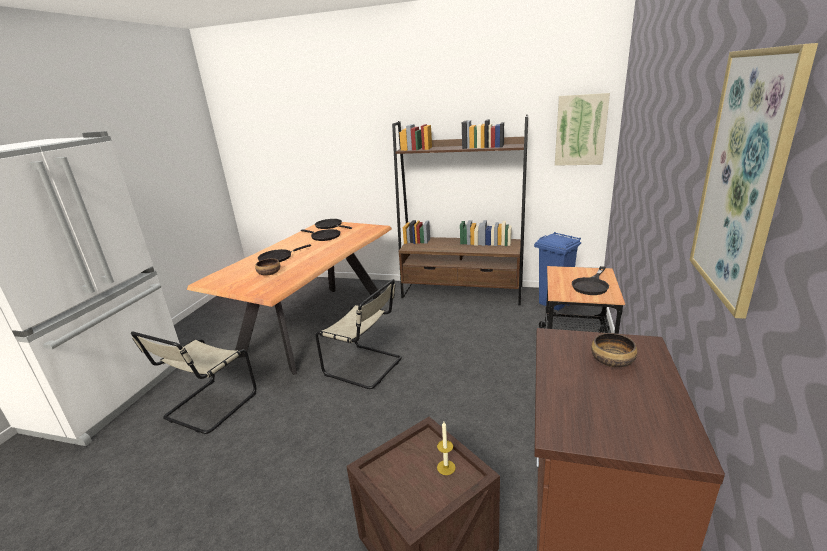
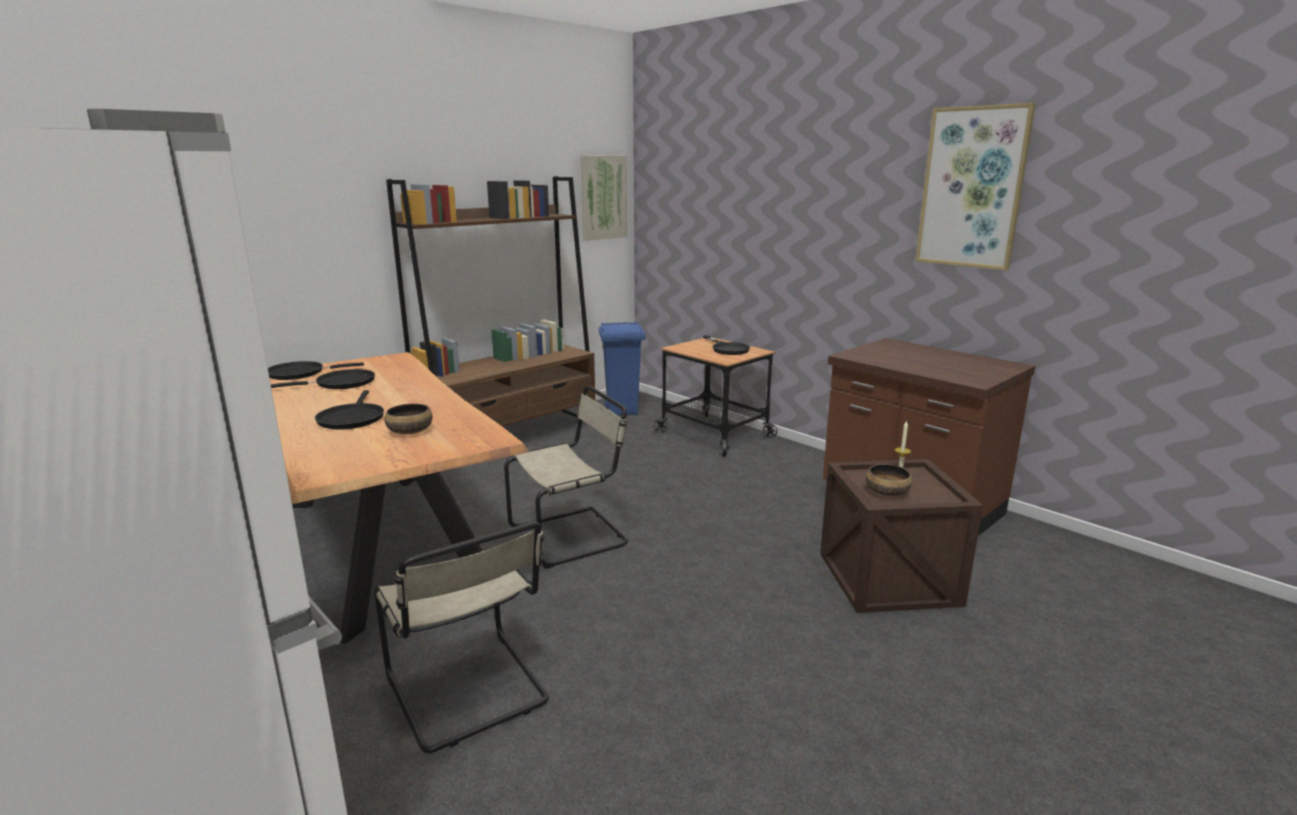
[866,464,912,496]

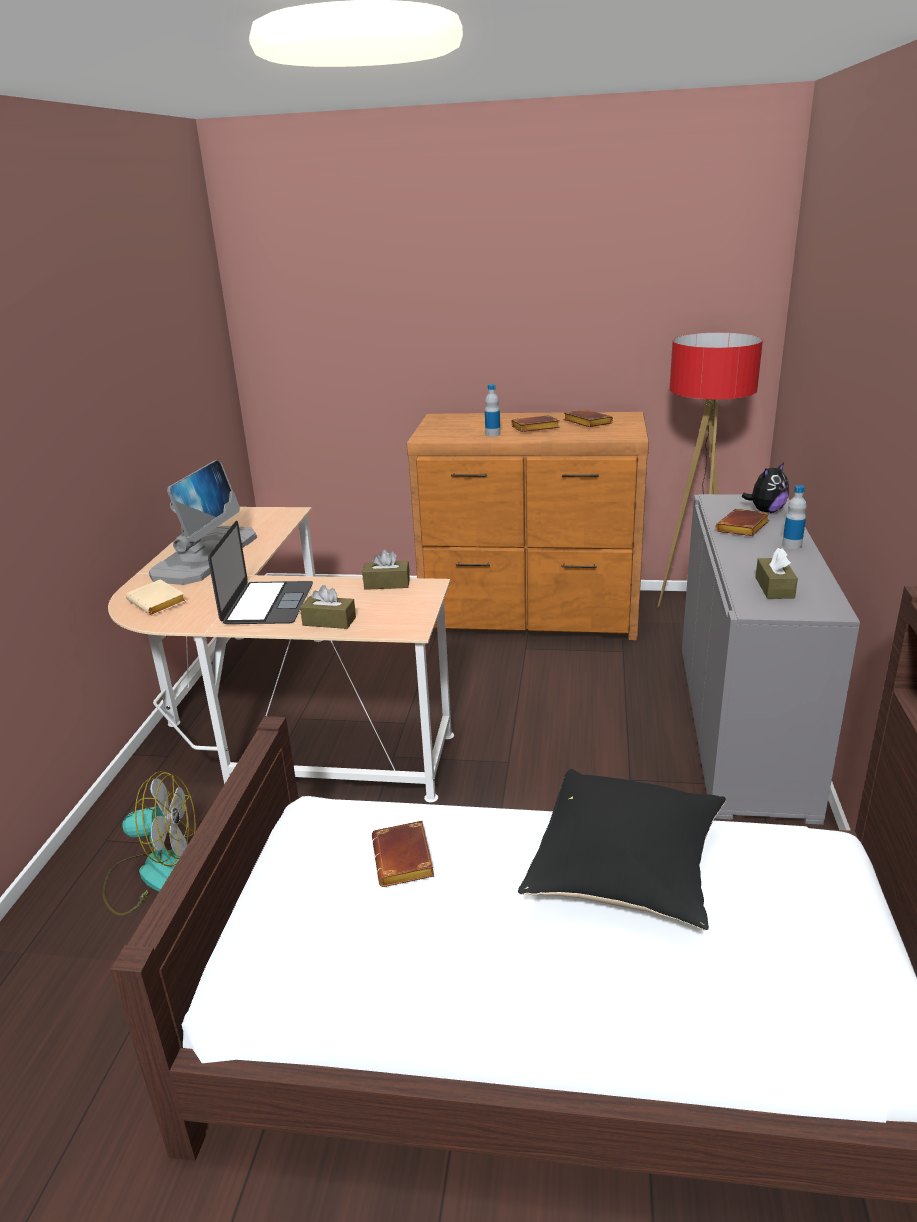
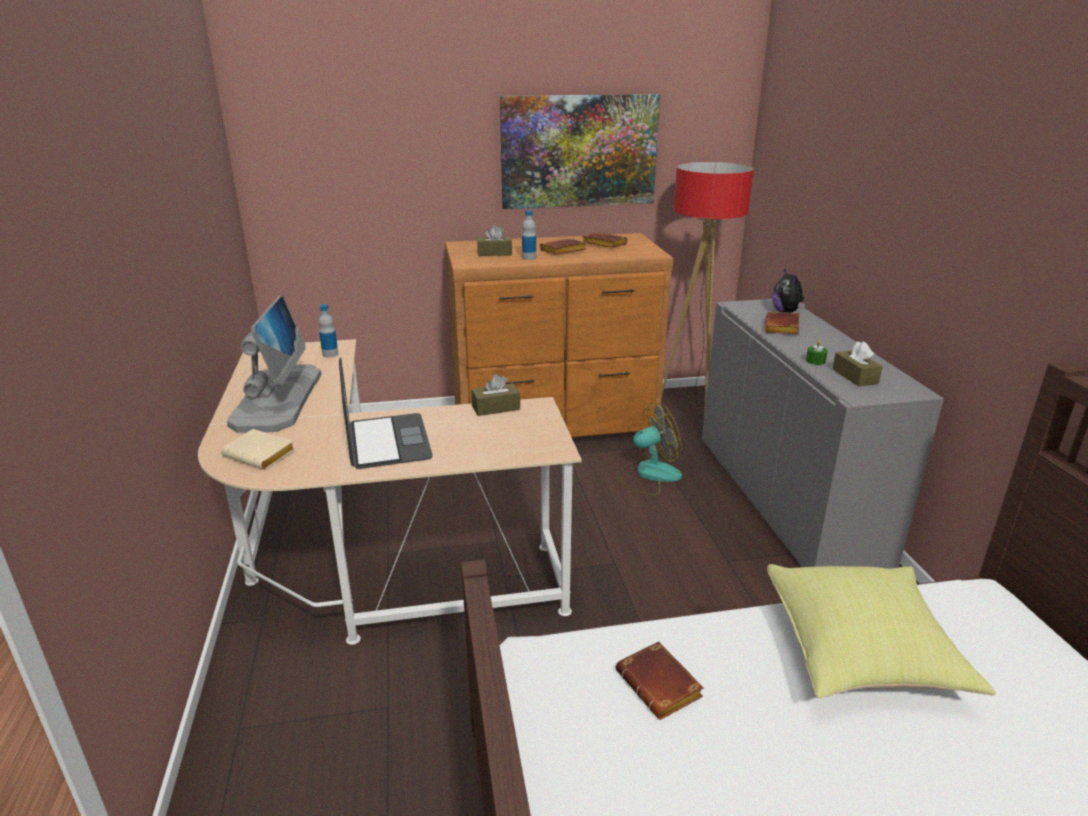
[500,94,660,209]
[806,340,828,365]
[616,403,682,496]
[477,225,512,256]
[319,304,338,358]
[767,564,996,699]
[772,269,806,313]

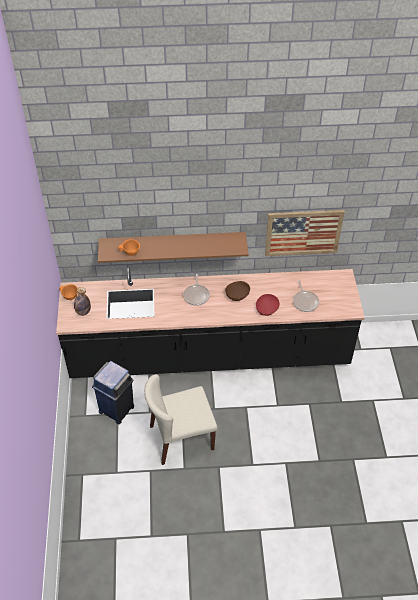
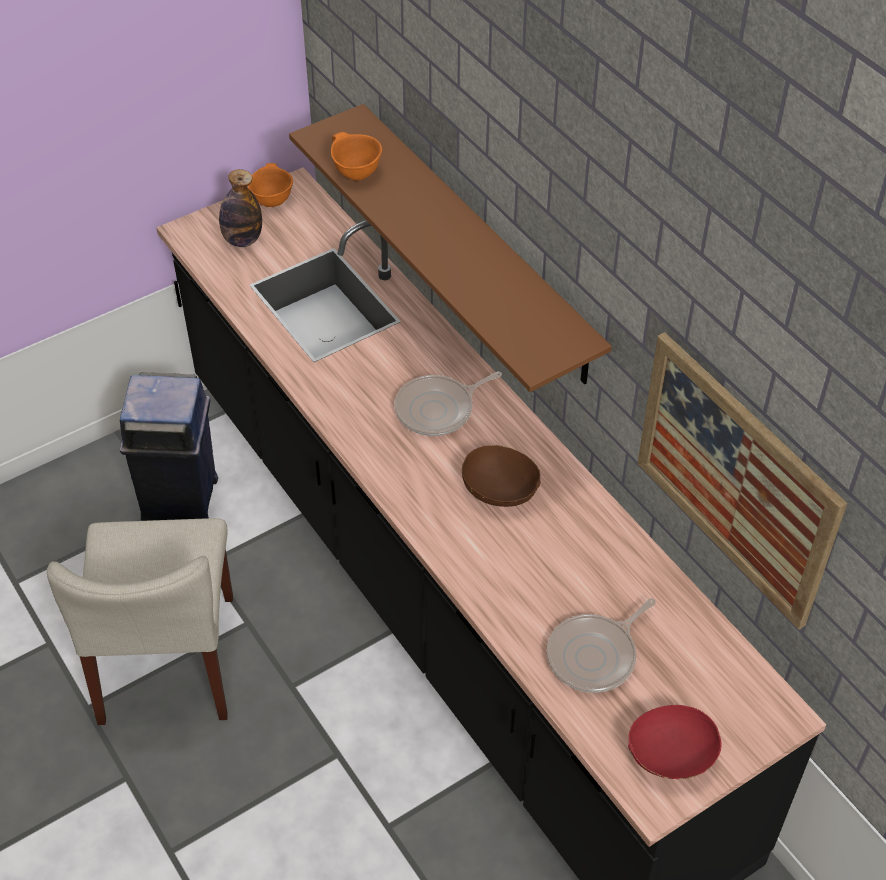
[628,705,721,779]
[47,518,233,725]

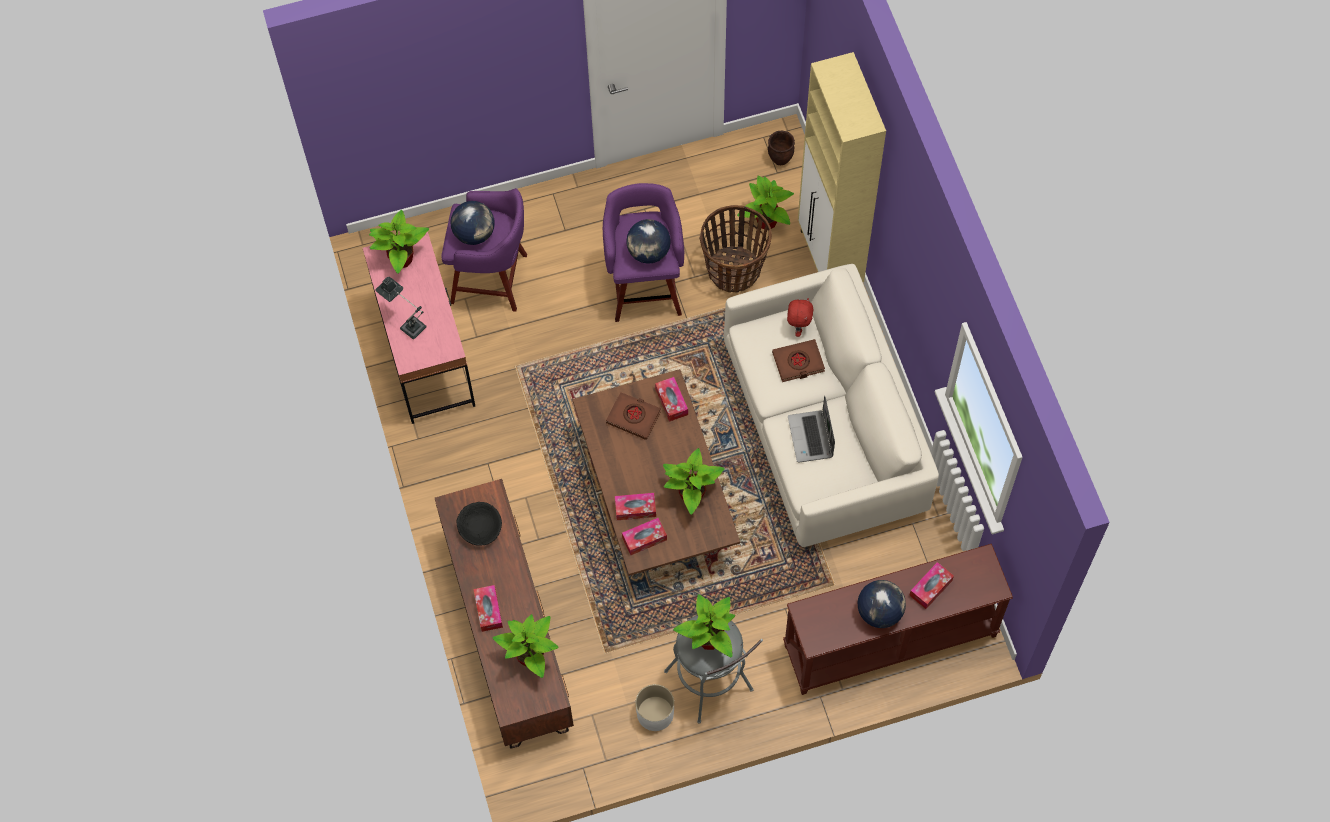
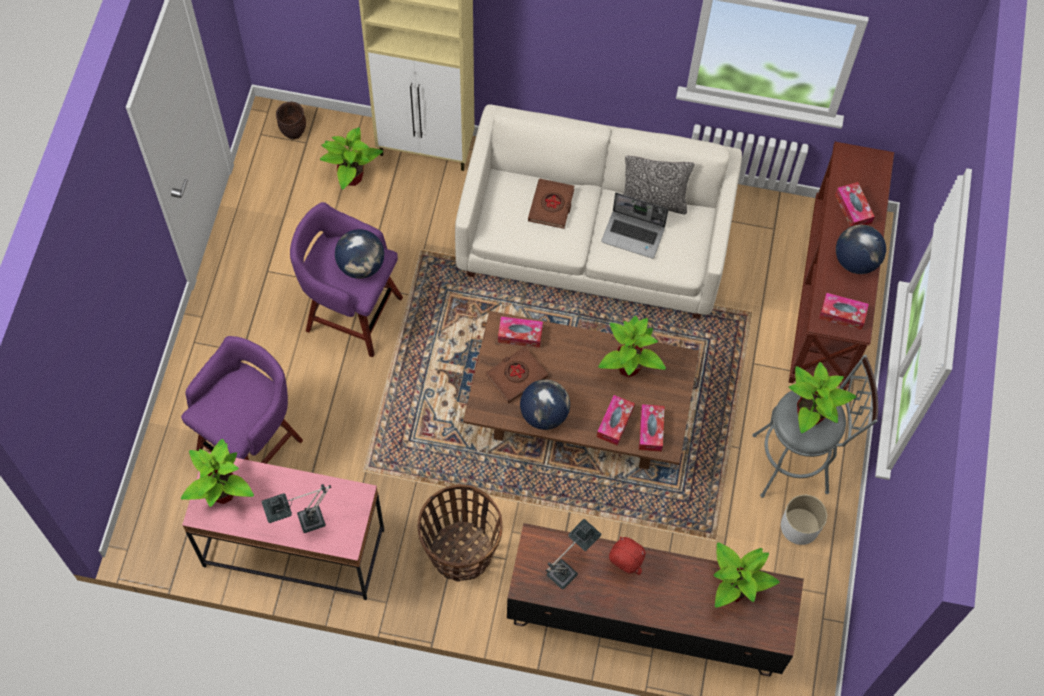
[623,156,694,214]
[520,379,570,430]
[819,293,869,330]
[418,484,502,582]
[609,536,646,575]
[546,519,601,590]

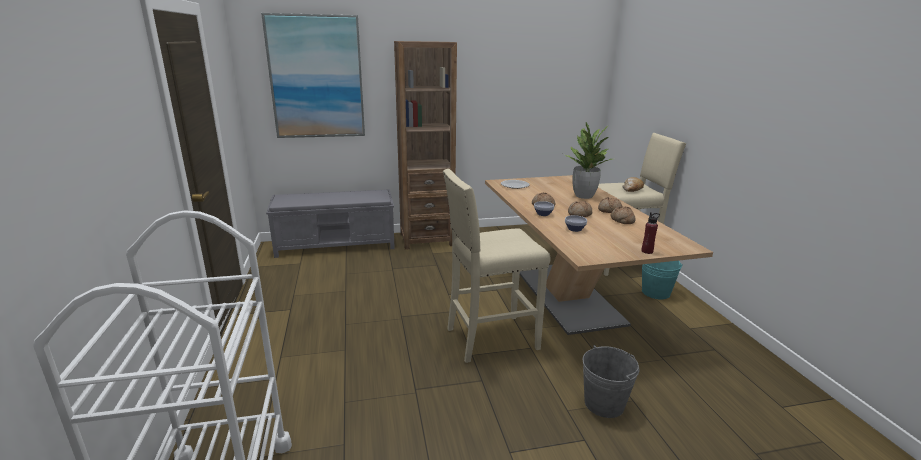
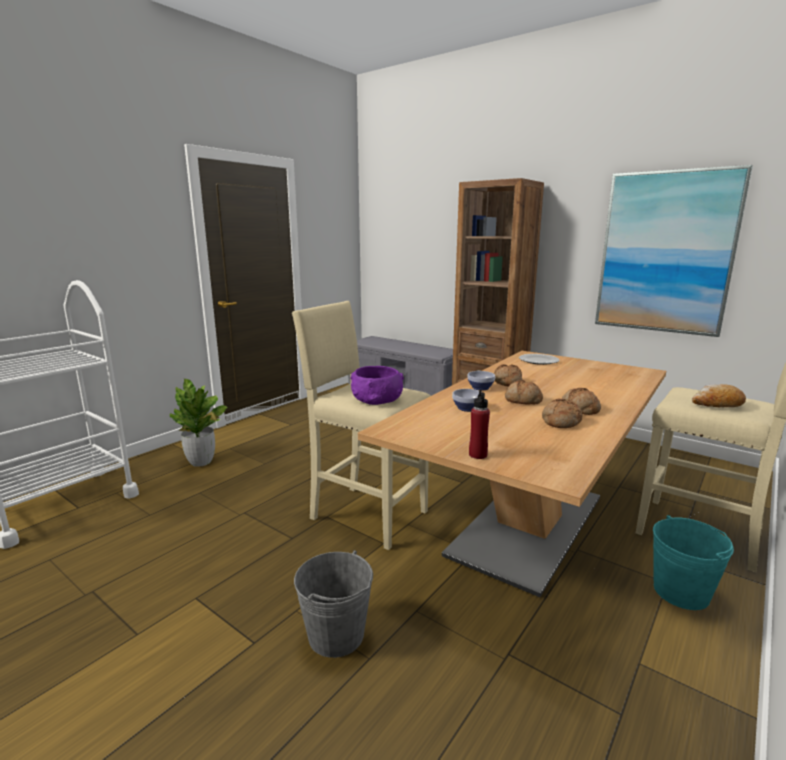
[350,366,404,405]
[595,165,753,337]
[170,379,227,467]

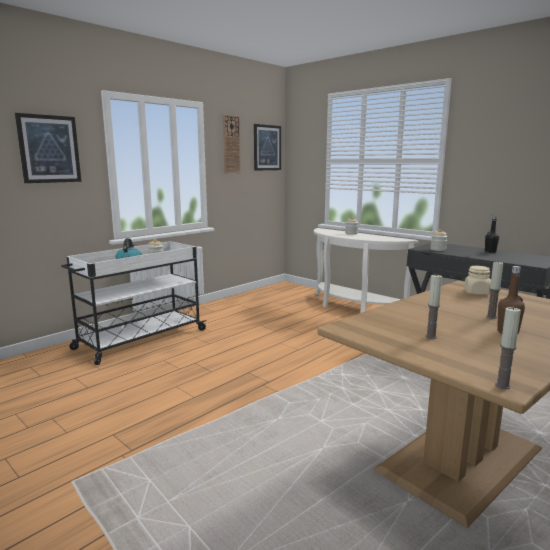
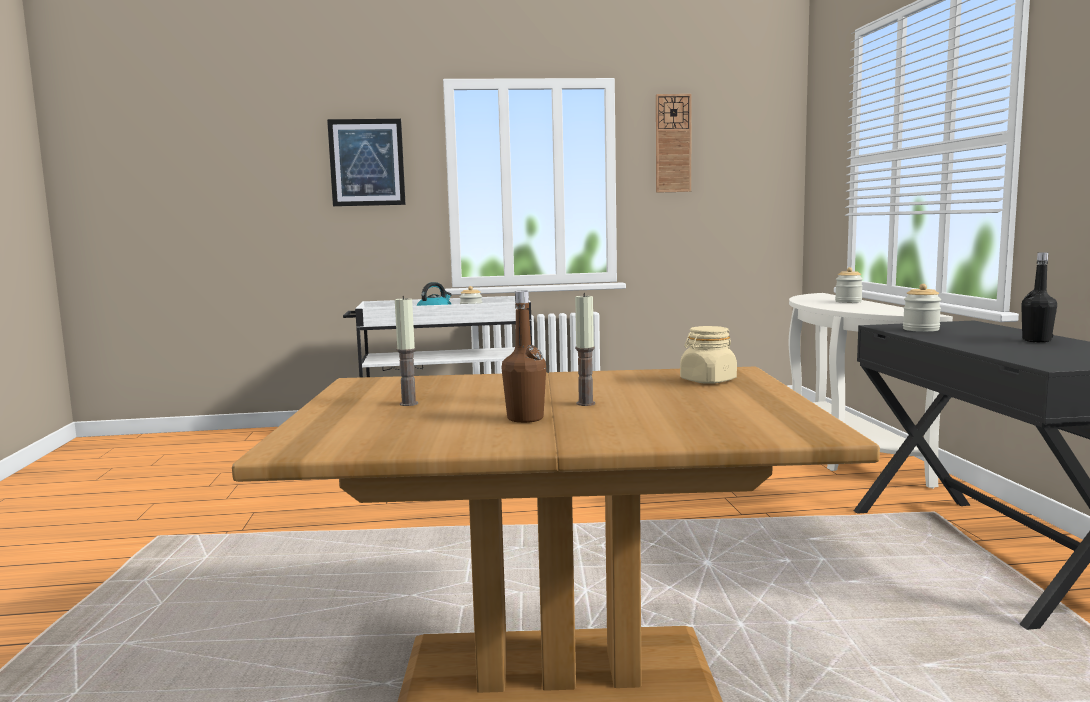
[254,124,281,171] (first image)
[495,307,521,389] (first image)

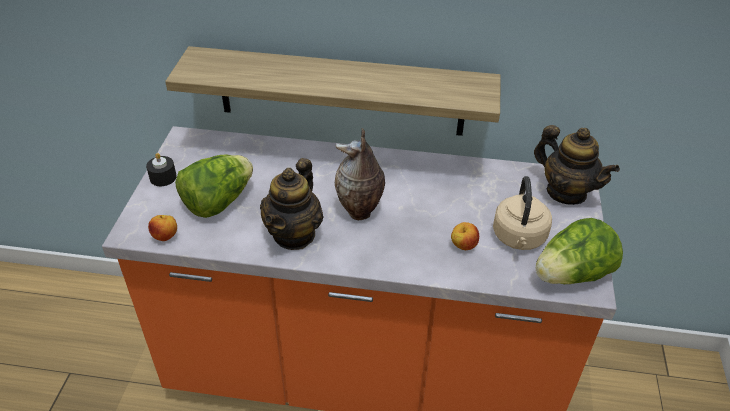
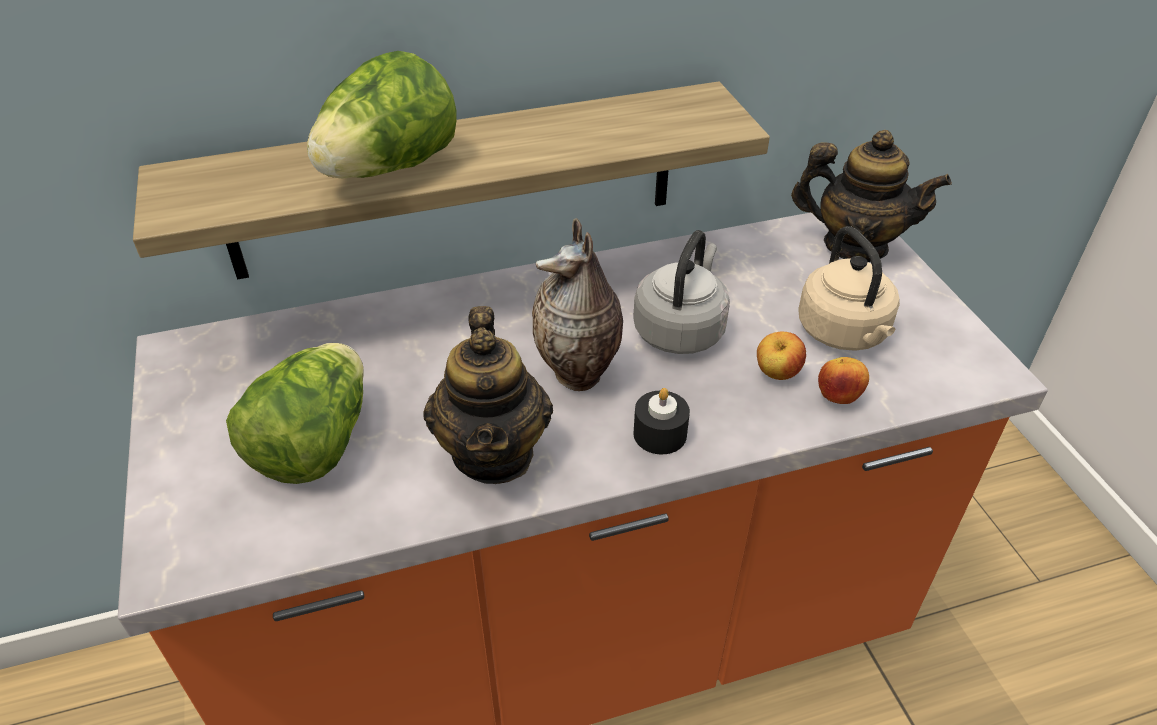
[633,230,730,354]
[633,388,690,454]
[818,357,869,404]
[307,51,457,179]

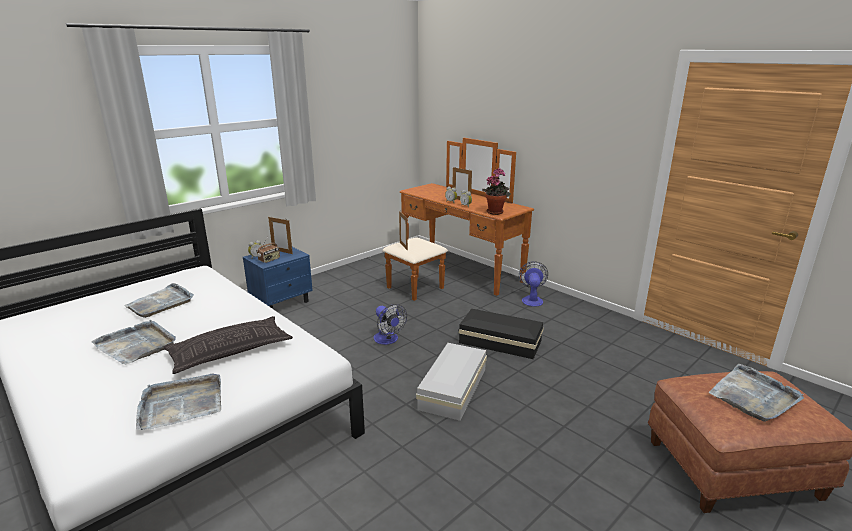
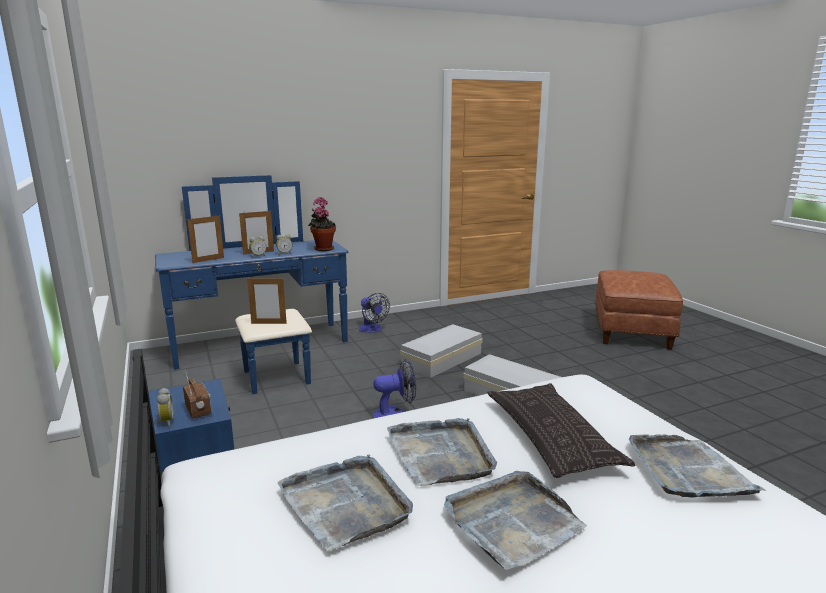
[187,216,224,263]
[387,418,497,486]
[155,175,349,394]
[400,324,483,378]
[359,293,390,333]

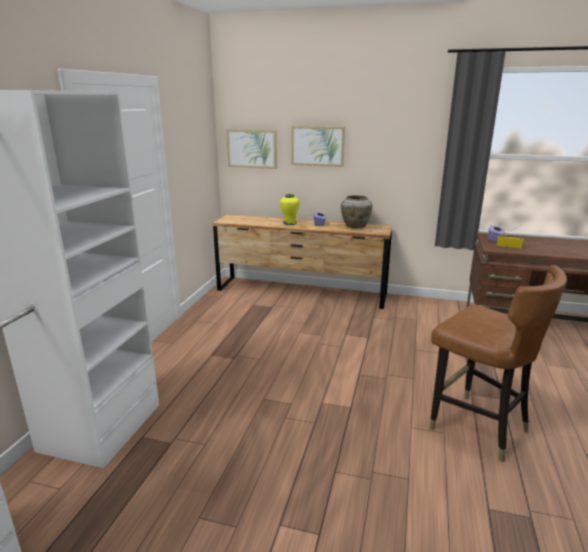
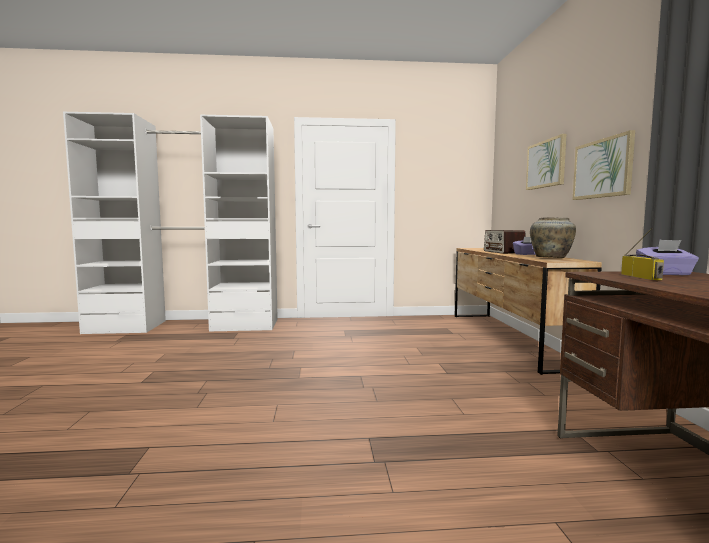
[429,265,567,462] (first image)
[573,130,635,200]
[484,230,525,254]

